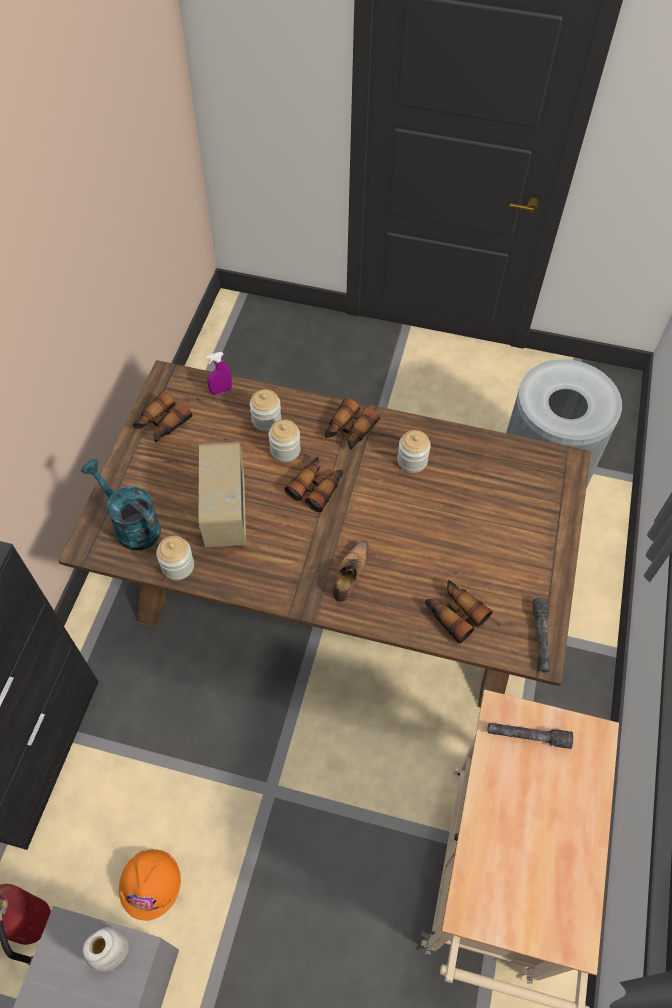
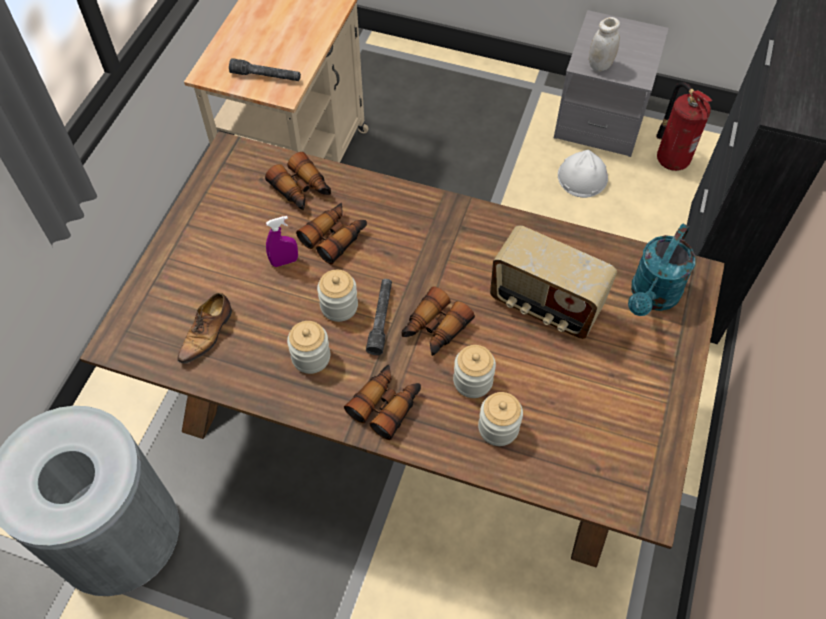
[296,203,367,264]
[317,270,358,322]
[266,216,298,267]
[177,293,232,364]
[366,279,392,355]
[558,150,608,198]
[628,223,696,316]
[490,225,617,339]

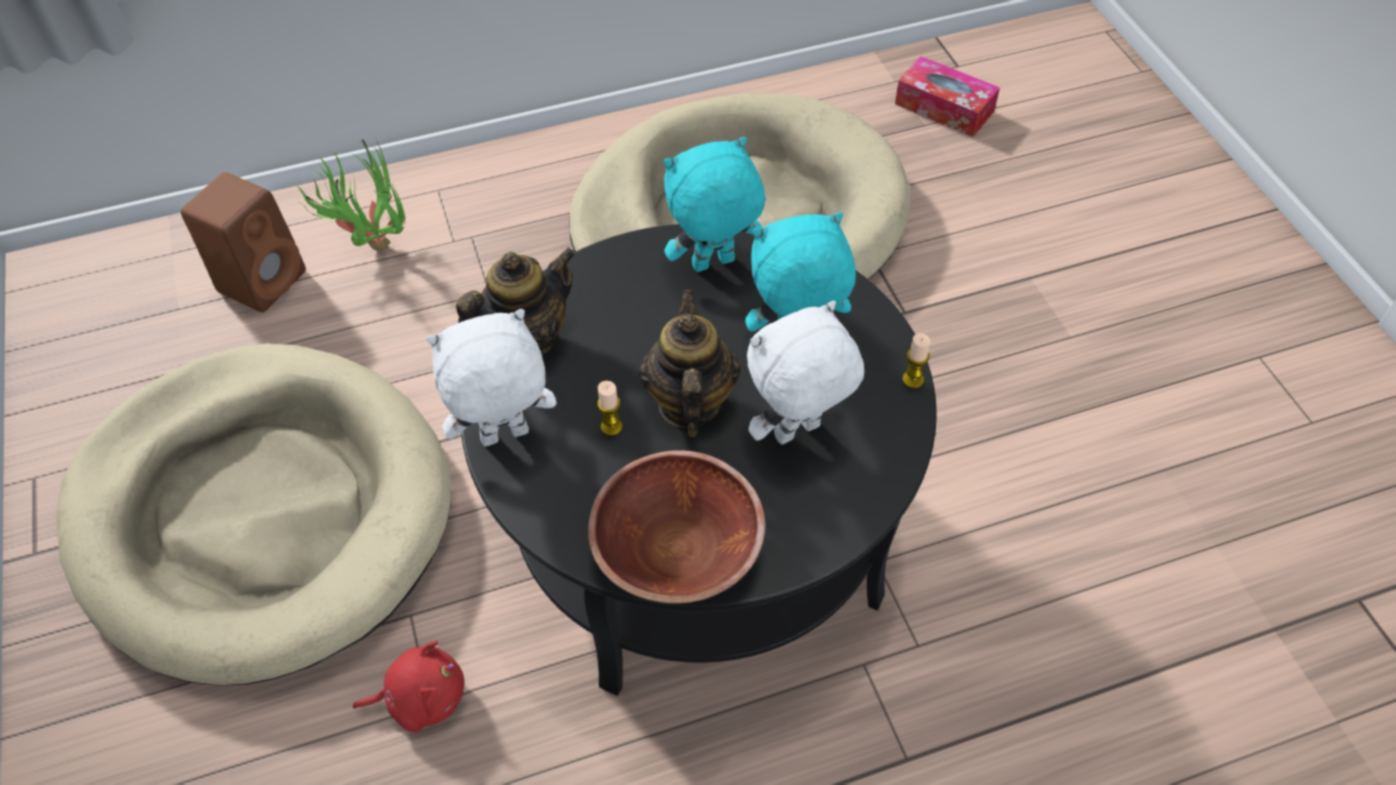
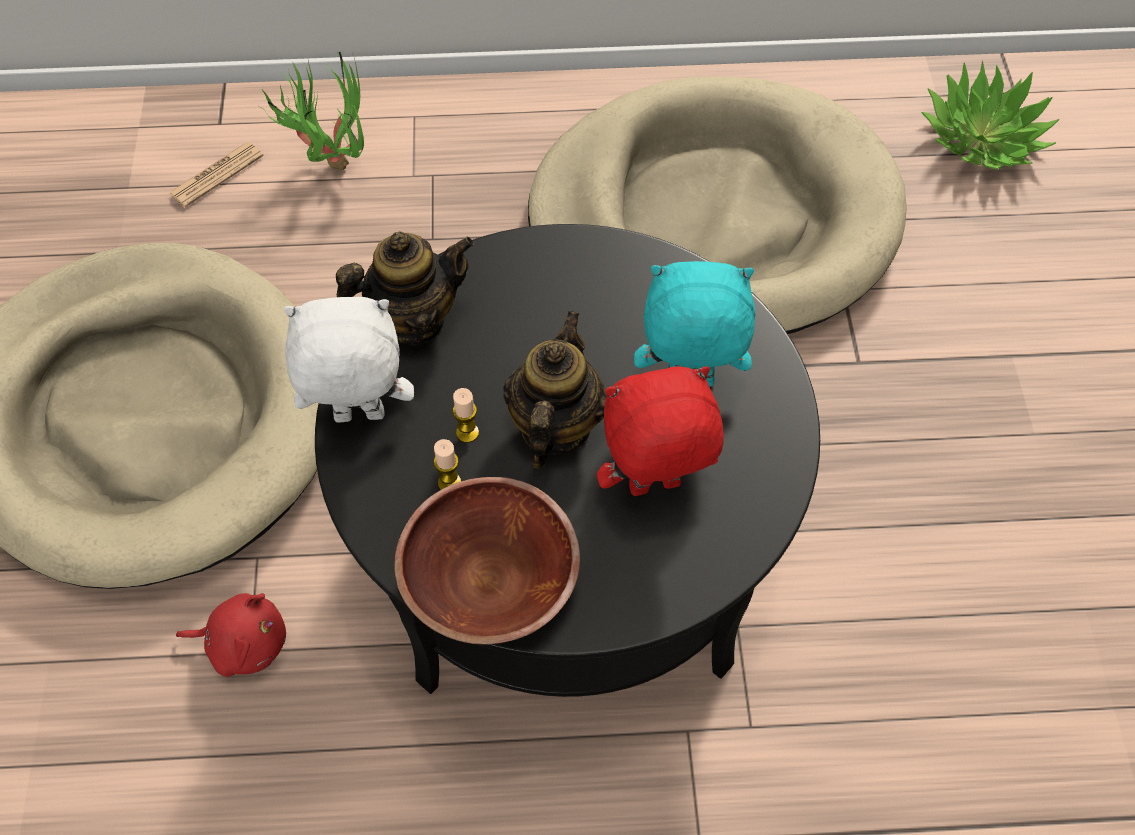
[664,137,765,272] (first image)
[434,439,461,490]
[169,142,264,208]
[921,61,1060,170]
[597,366,724,496]

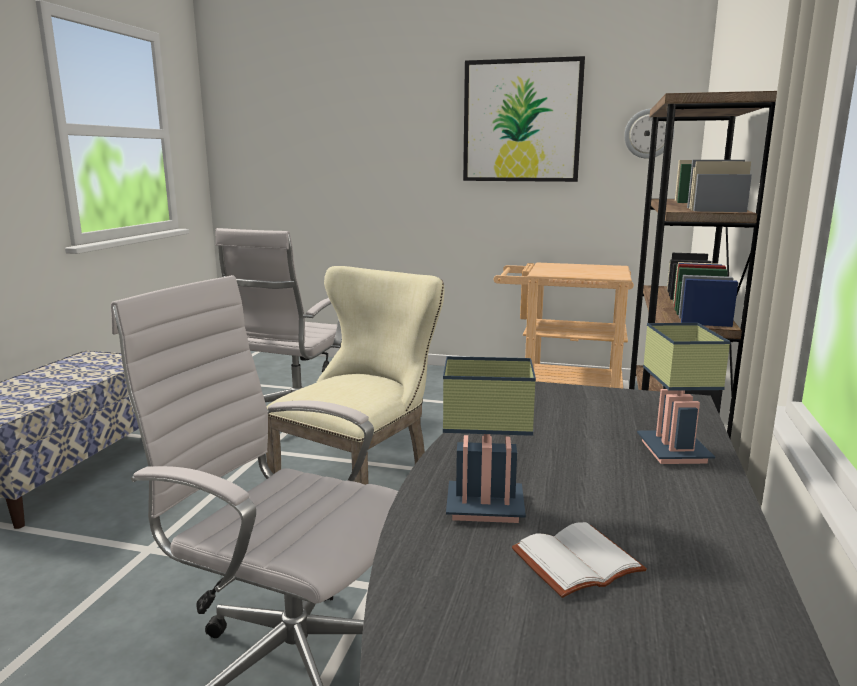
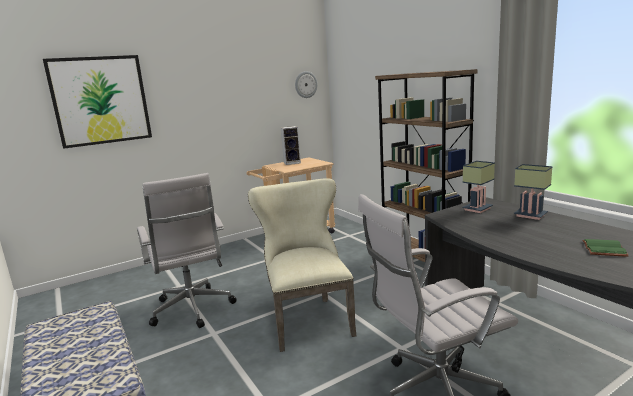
[281,126,301,165]
[462,161,495,213]
[43,55,152,149]
[582,239,629,257]

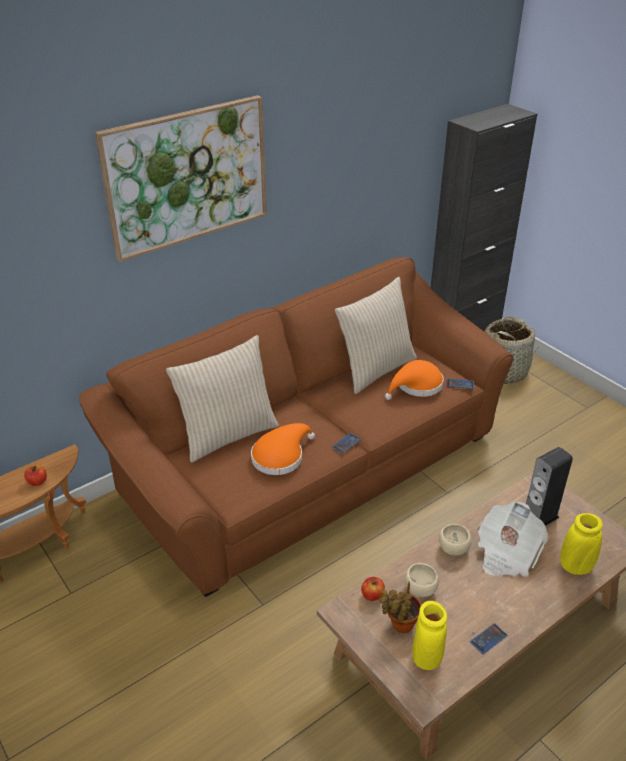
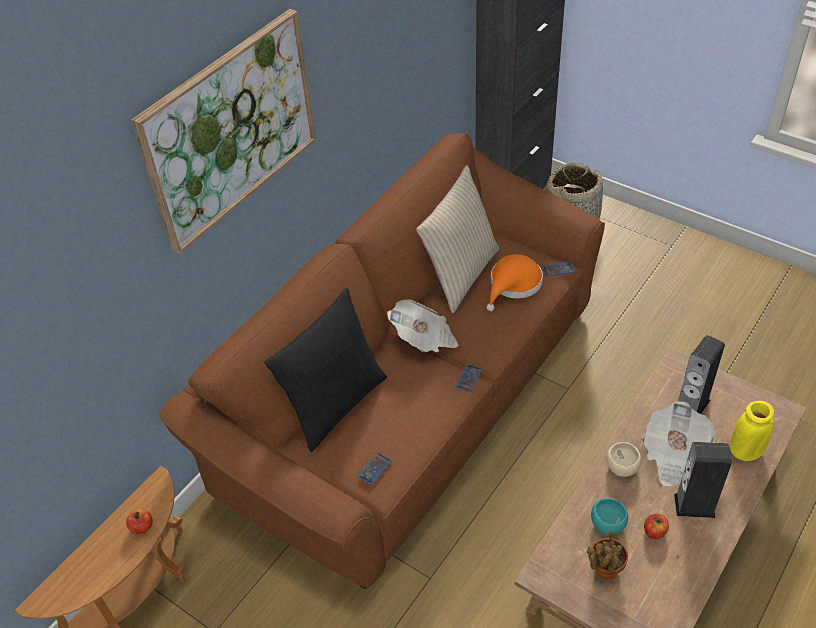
[251,423,315,475] (first image)
[412,601,447,670] (first image)
[387,299,458,353]
[674,442,732,518]
[644,514,669,539]
[358,452,392,485]
[265,288,387,452]
[591,498,628,534]

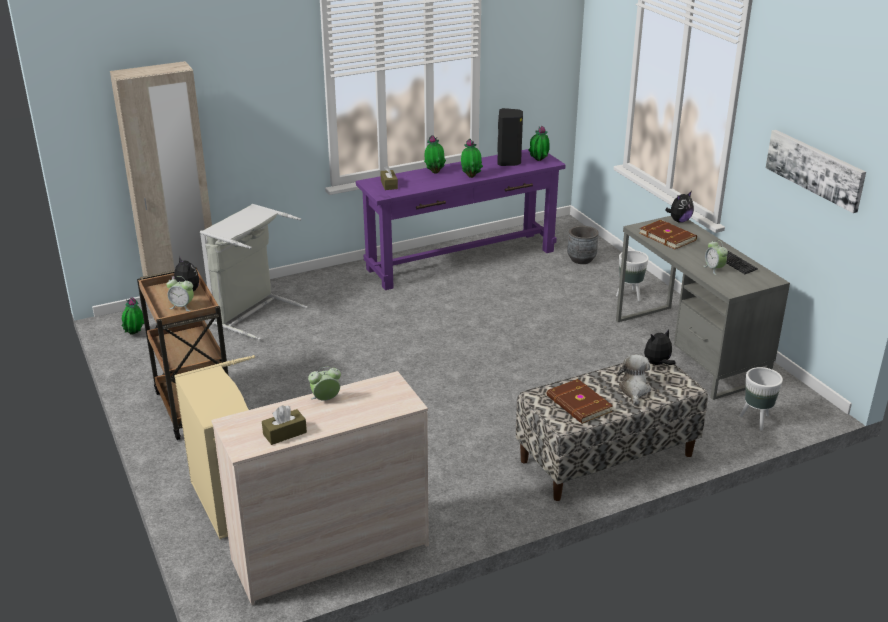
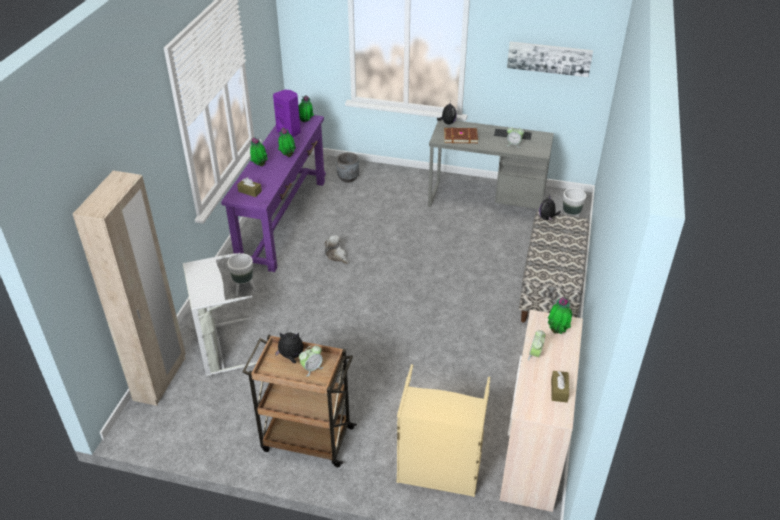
[546,379,613,424] (first image)
[548,297,572,334]
[227,253,256,296]
[324,235,349,264]
[273,90,301,137]

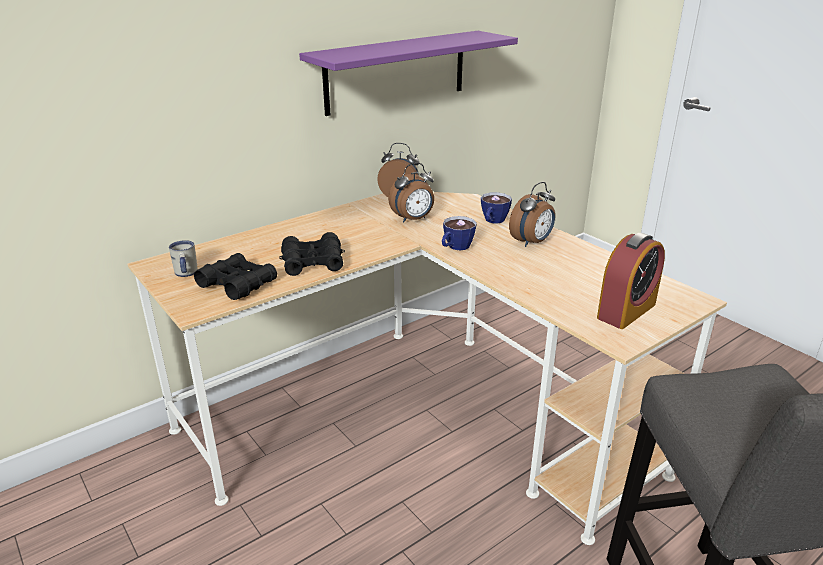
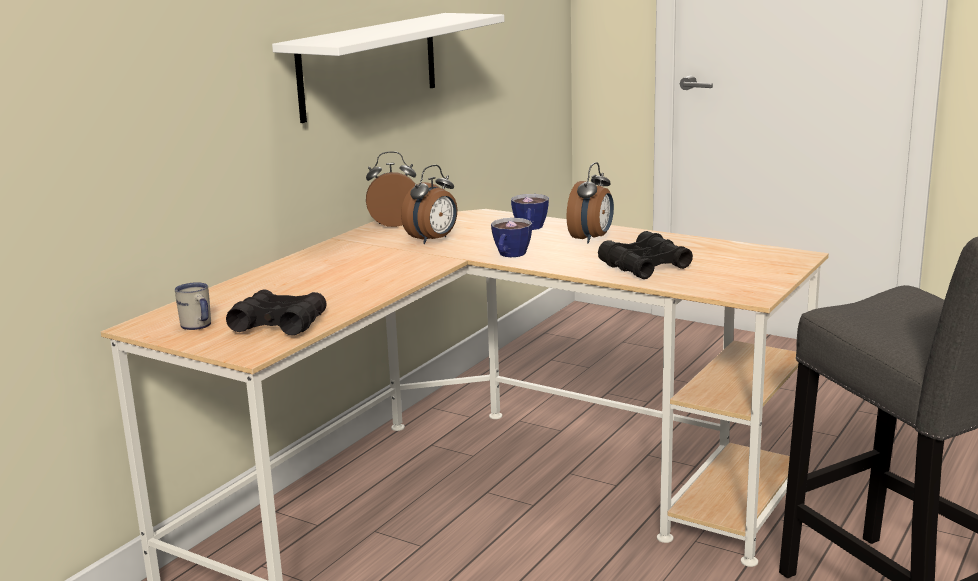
[597,233,665,329] (first image)
[598,231,693,279]
[272,13,504,123]

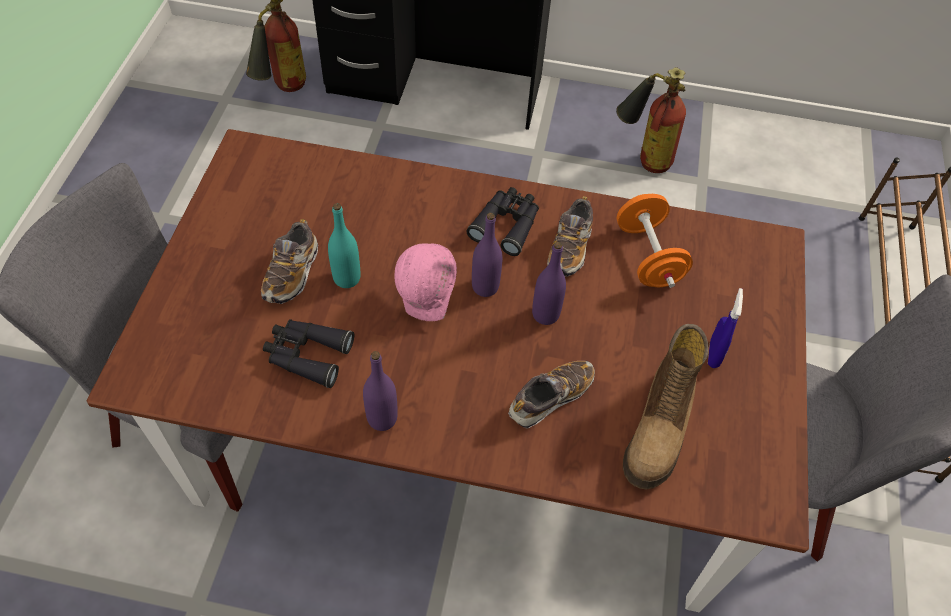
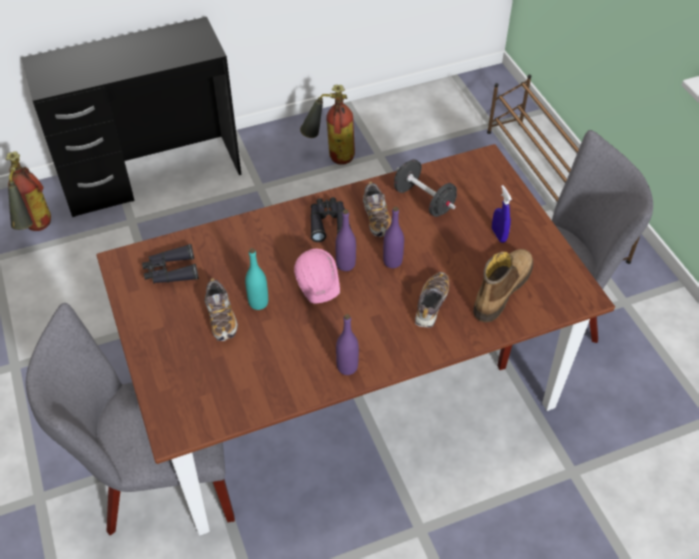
[142,244,199,284]
[394,159,457,217]
[473,249,533,322]

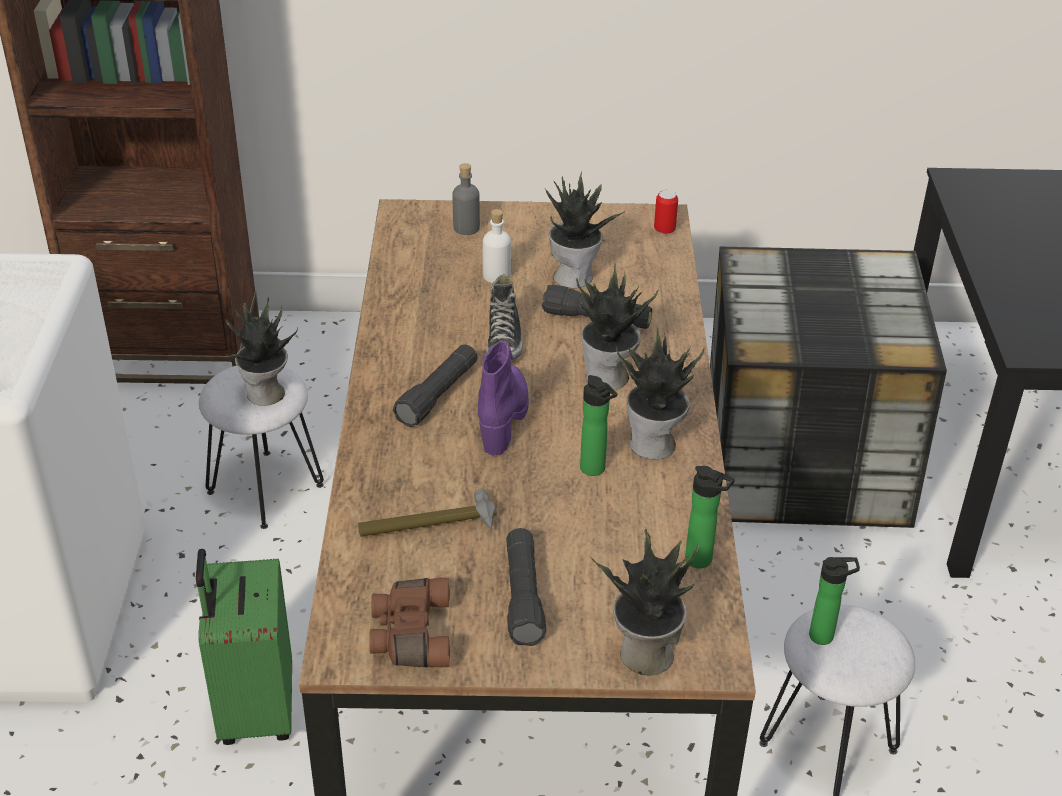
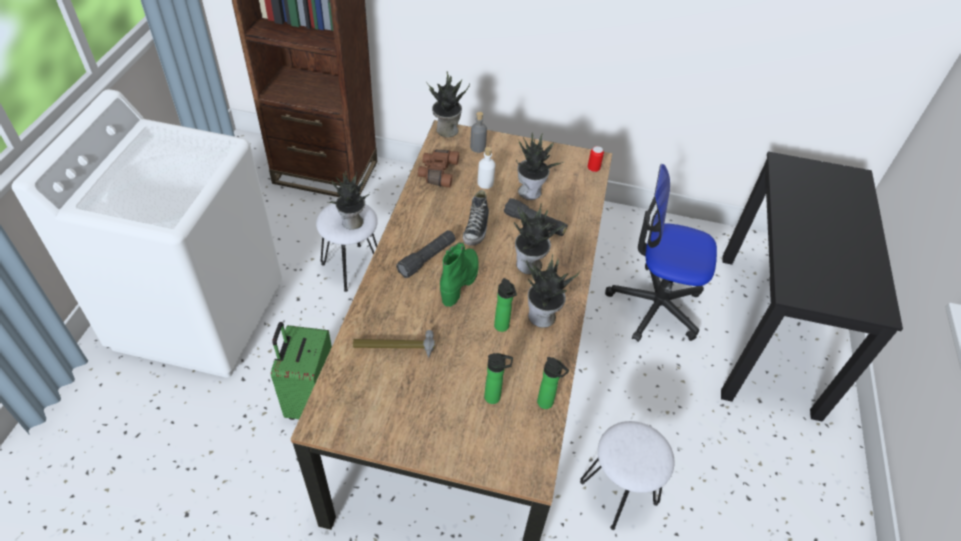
[506,528,546,646] (first image)
[418,150,459,188]
[426,71,470,137]
[484,353,513,404]
[605,164,717,342]
[440,242,479,307]

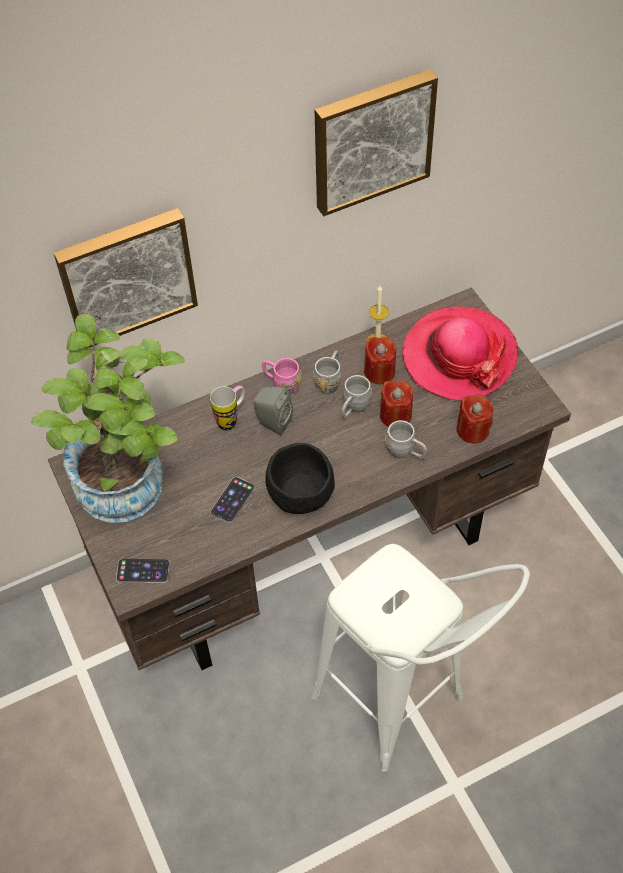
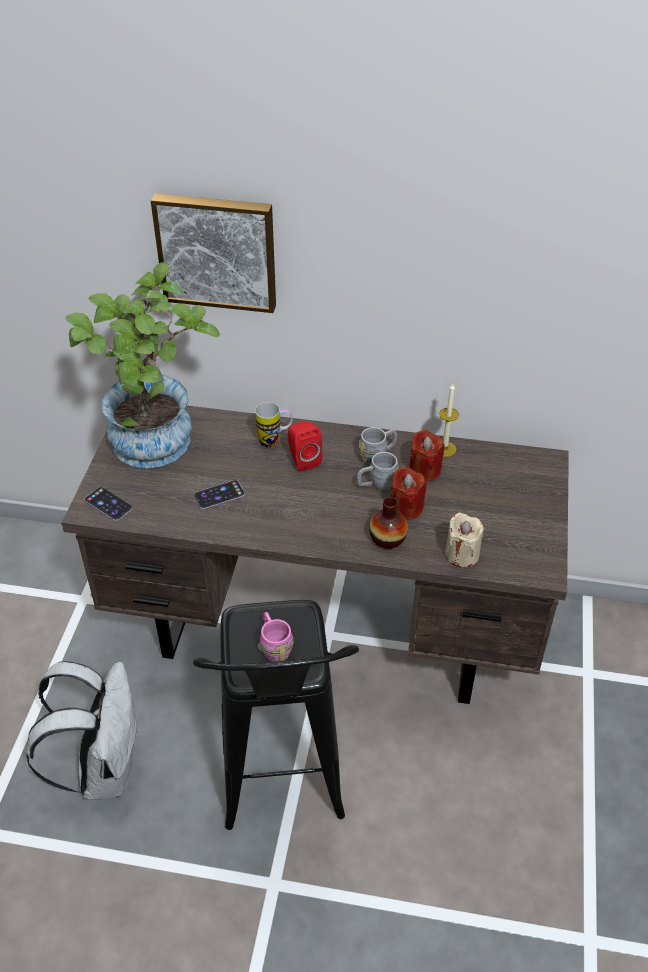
[265,443,335,514] (first image)
[315,69,438,216] (first image)
[402,306,518,400] (first image)
[26,661,139,800]
[260,612,293,662]
[369,497,408,549]
[288,421,323,472]
[193,600,359,830]
[445,512,484,567]

